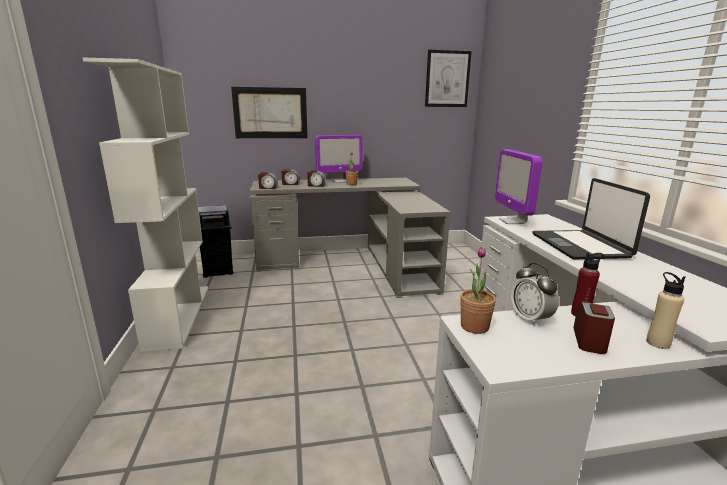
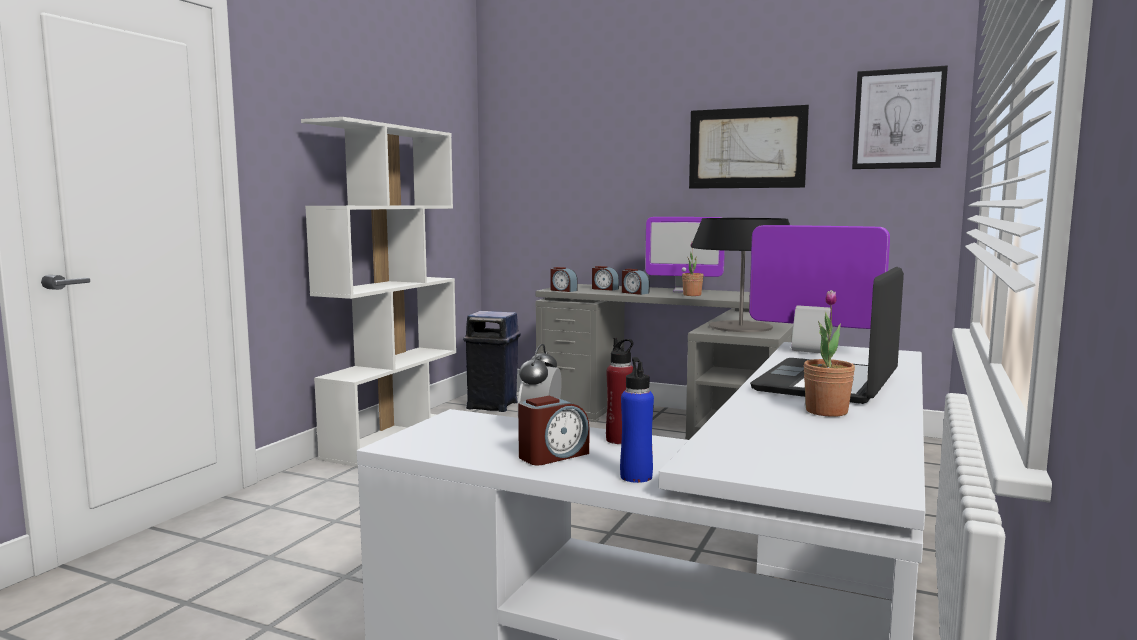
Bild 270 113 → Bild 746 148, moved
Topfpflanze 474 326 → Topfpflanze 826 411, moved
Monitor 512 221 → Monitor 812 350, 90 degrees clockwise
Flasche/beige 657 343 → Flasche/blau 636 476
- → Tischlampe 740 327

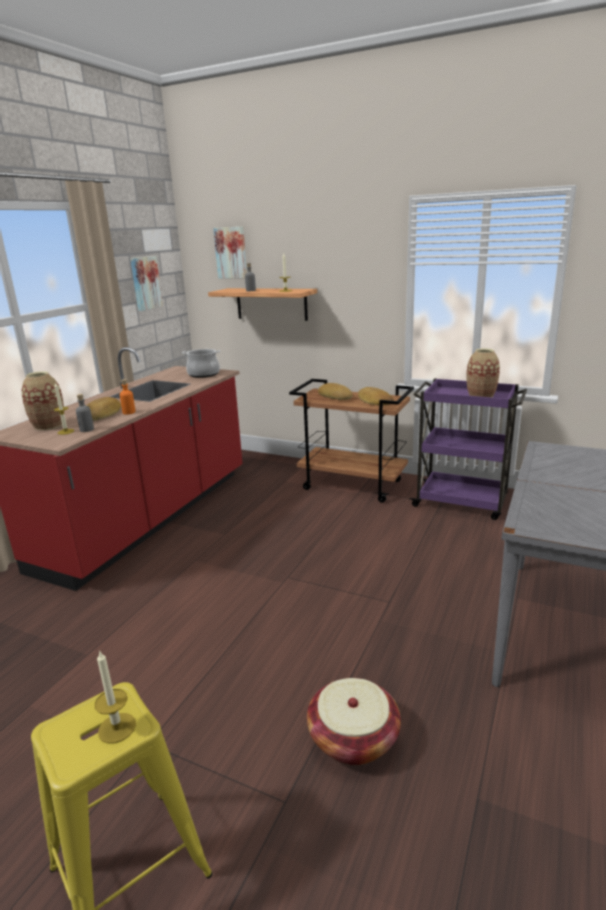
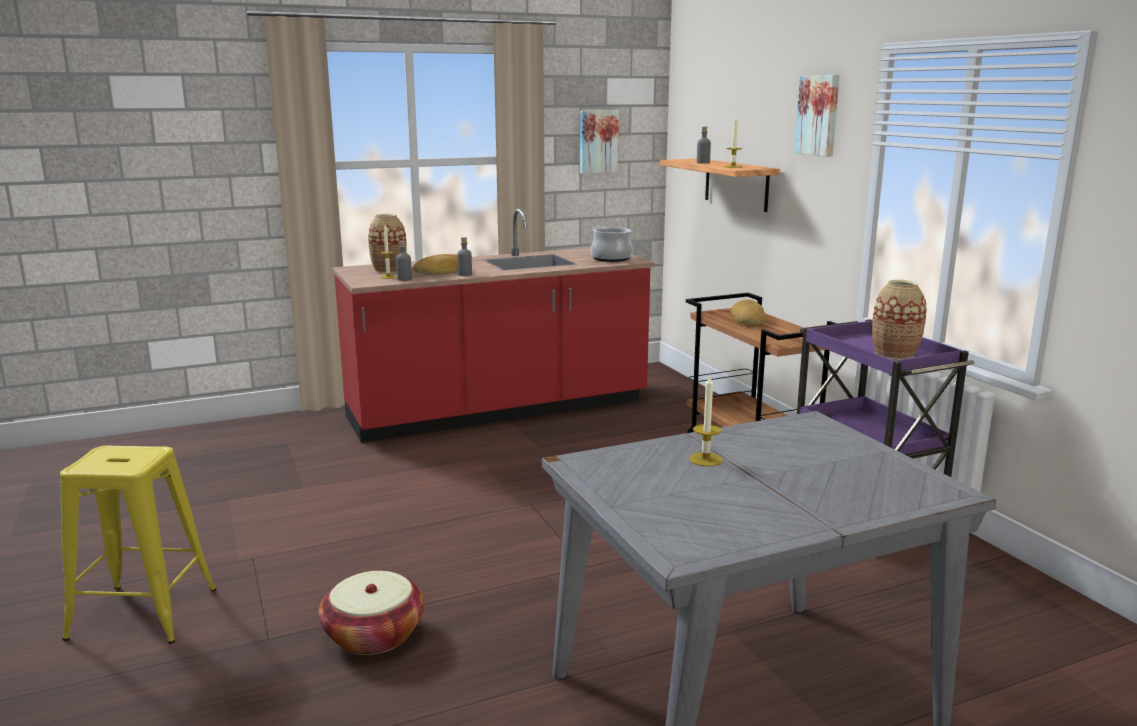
Kerze 117 728 → Kerze 705 459, moved
Flasche/orange 129 412 → Flasche/grau 465 274
Bild 231 253 → Bild 819 115, moved
Brot 374 401 → -

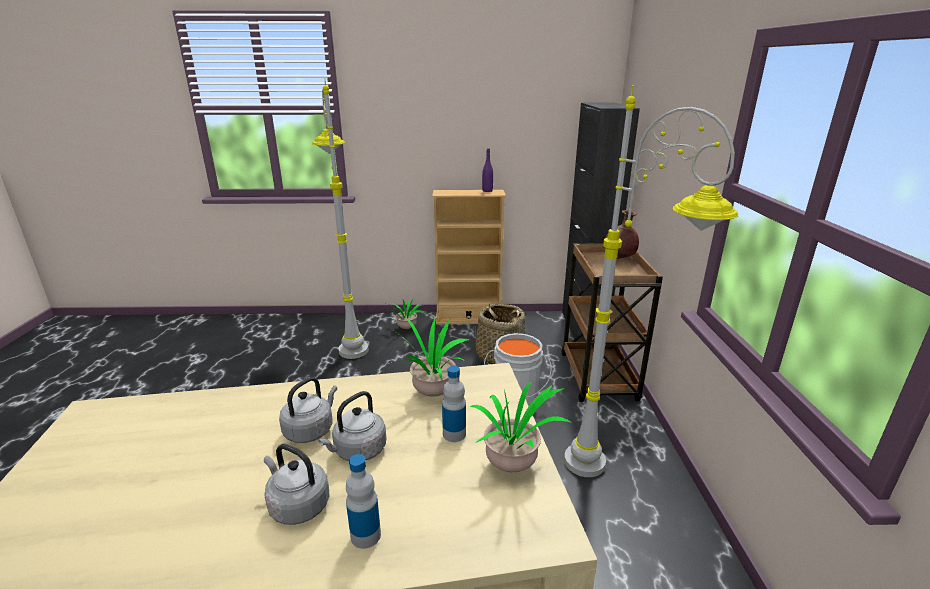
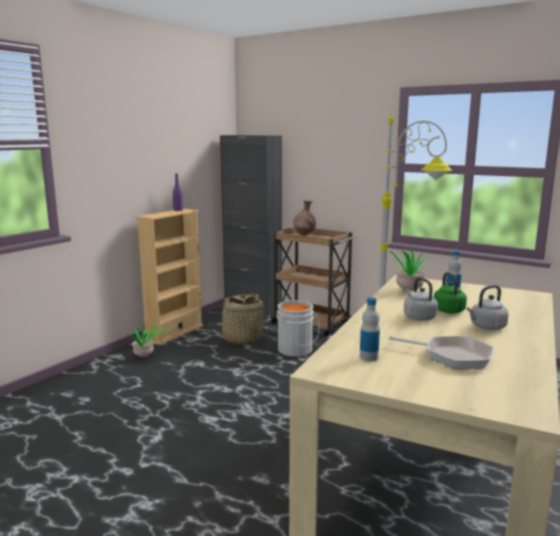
Stehlampe/grau 351 339 → -
Wasserkessel/grau 358 451 → Wasserkessel/grün 449 311
Flasche 365 535 → Flasche 368 357, moved
Topfpflanze 515 467 → -
- → Pfanne 452 356

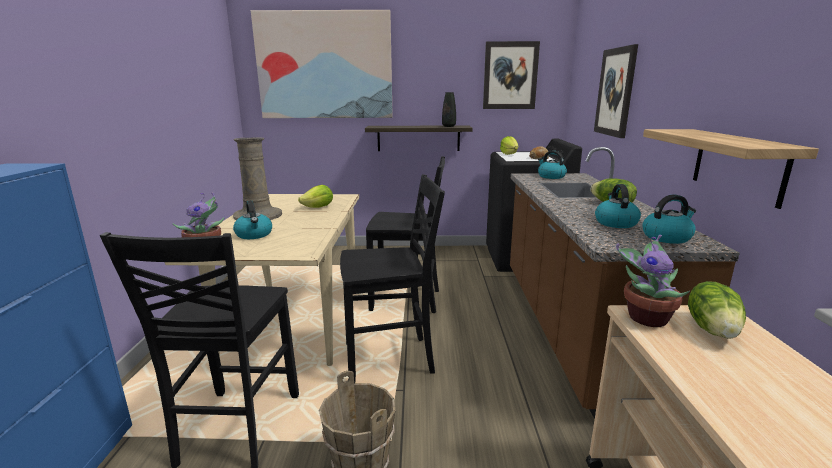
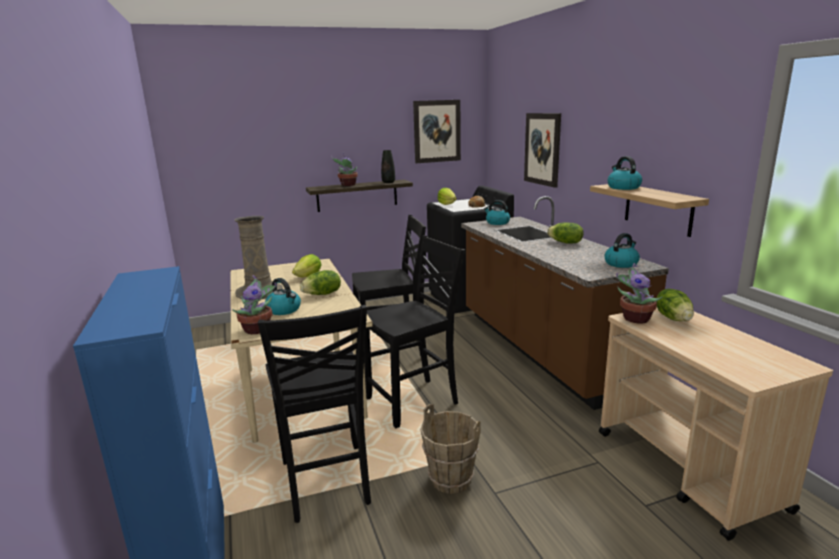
Bild 324 66 → -
Wasserkessel 615 223 → Wasserkessel 623 187, moved
- → Salatkopf 323 294
- → Topfpflanze 347 185

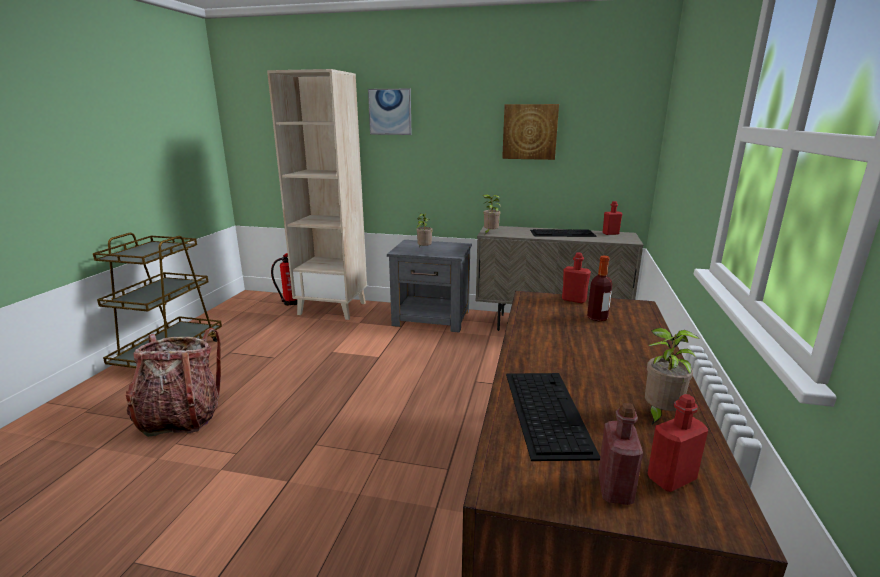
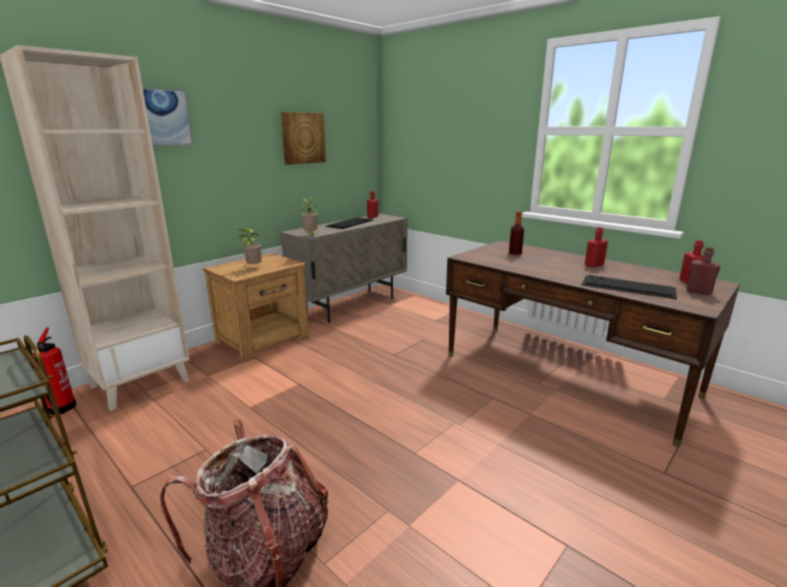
Nachttisch/grau 432 318 → Nachttisch/braun 264 339
Flasche/rot 574 300 → Flasche/rot 594 265, moved
Topfpflanze 659 415 → -

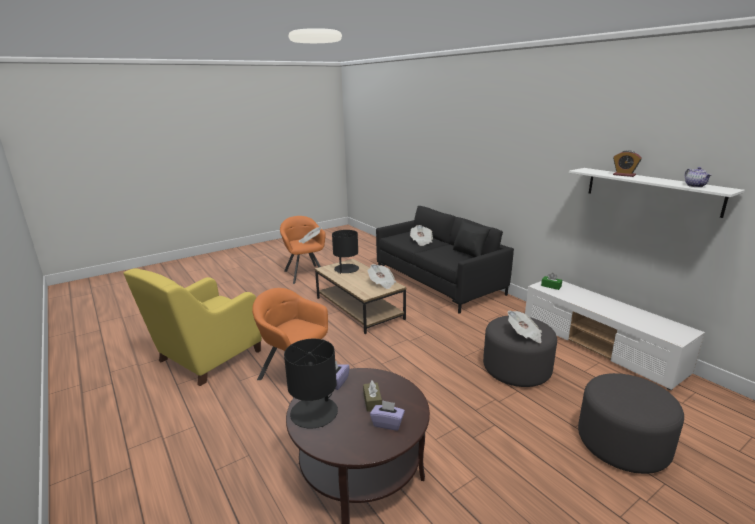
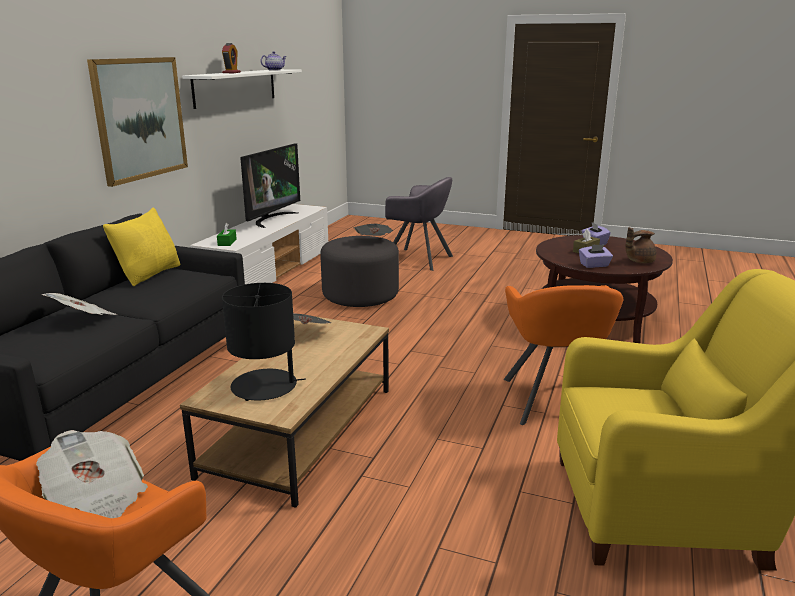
Tischlampe/schwarz 314 413 → Teekanne/braun 638 261
Kissen/schwarz 469 253 → Kissen/gelb 149 274
Polsterhocker/grau 622 444 → Sessel/grau 418 259
- → Bild 140 118
- → Fernseher 271 219

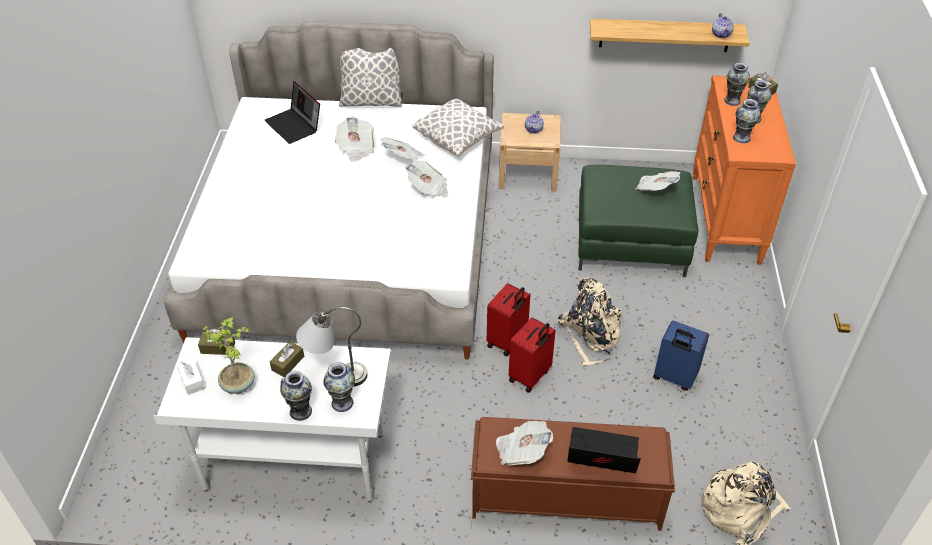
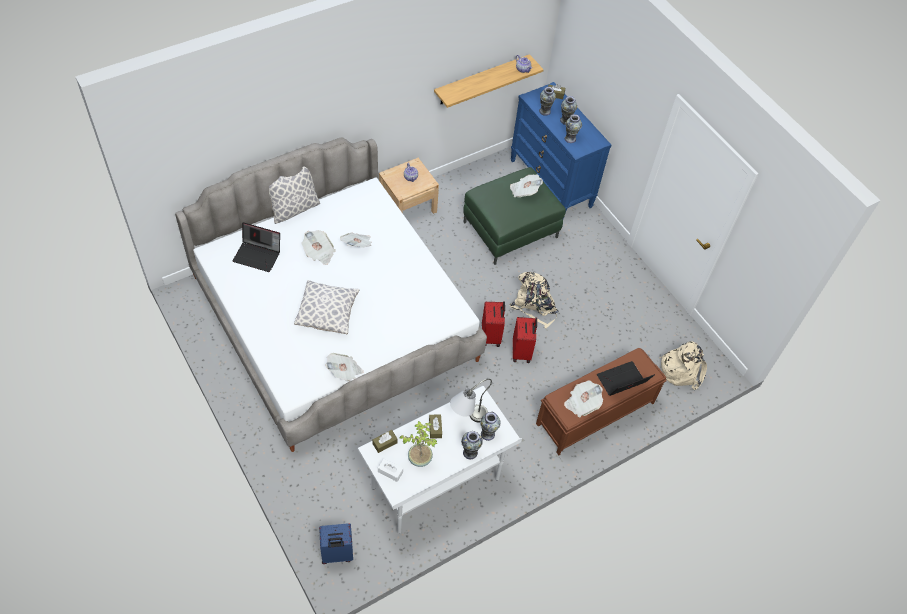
Zeitung 428 188 → Zeitung 344 372, moved
Kissen 458 138 → Kissen 327 313, moved
Koffer/blau 674 377 → Koffer/blau 337 554, moved
Kommode/orange 725 219 → Kommode/blau 551 183

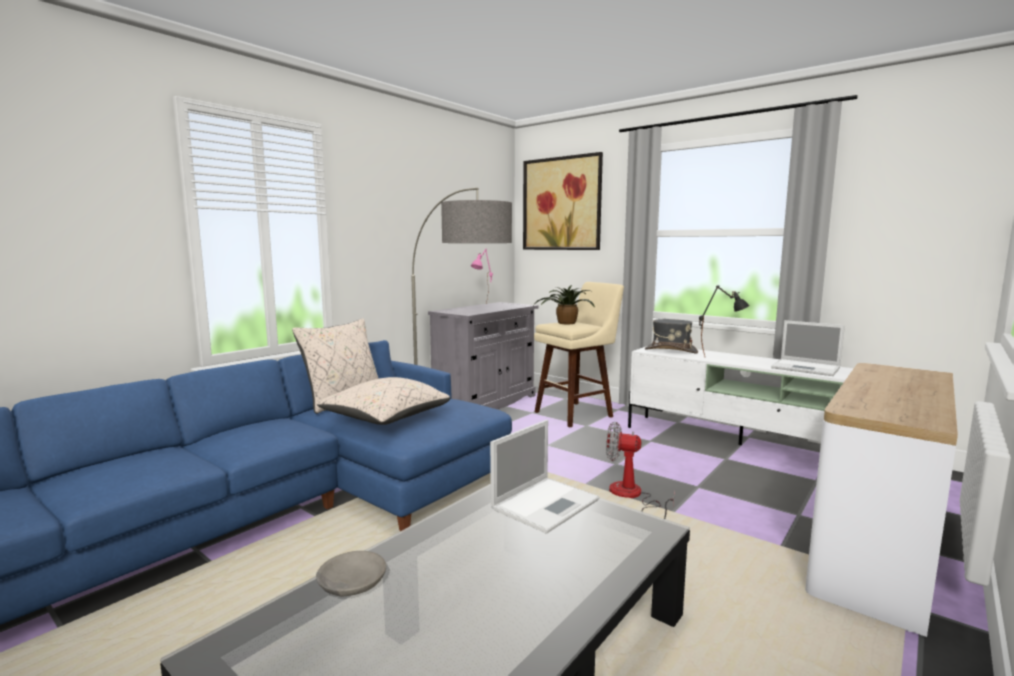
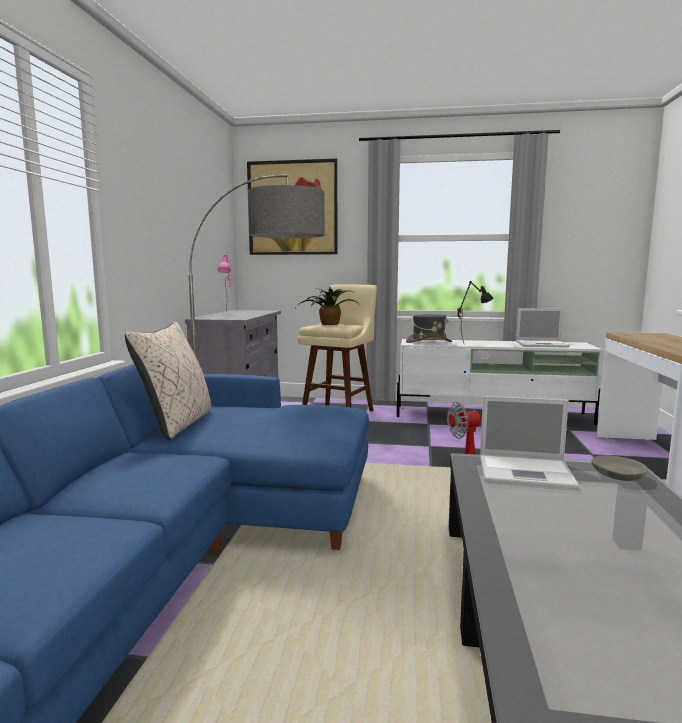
Kissen/beige 385 419 → -
Schüssel/grau 351 583 → Schüssel/grau 617 475, moved
Laptop 546 503 → Laptop 527 471, 90 degrees clockwise

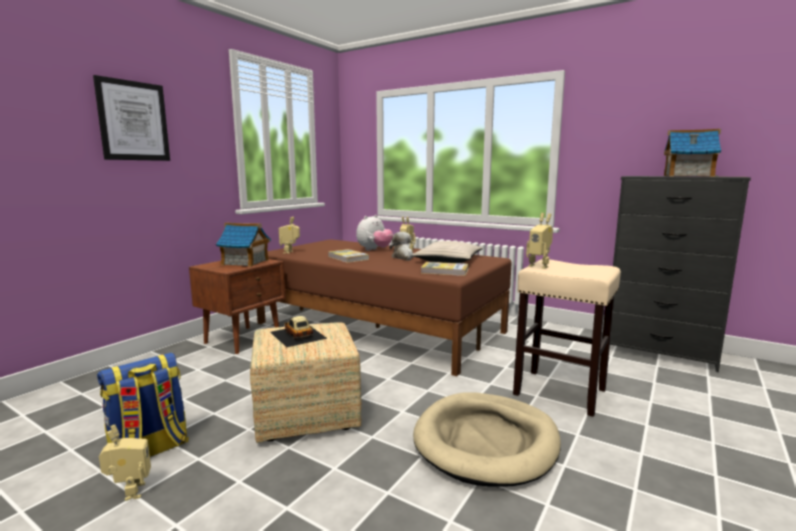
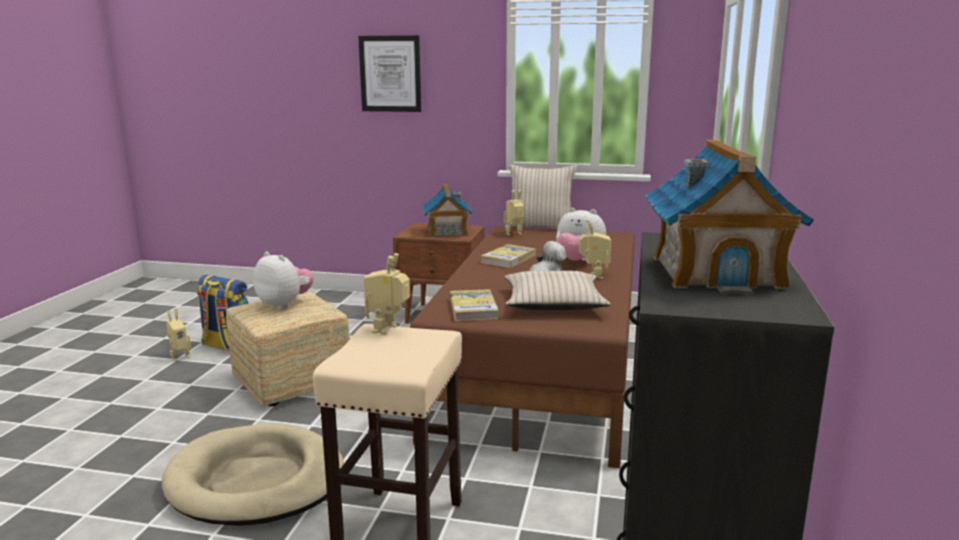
Spielzeugauto 297 335 → Plüschtier 285 304
- → Kissen/beige 540 227

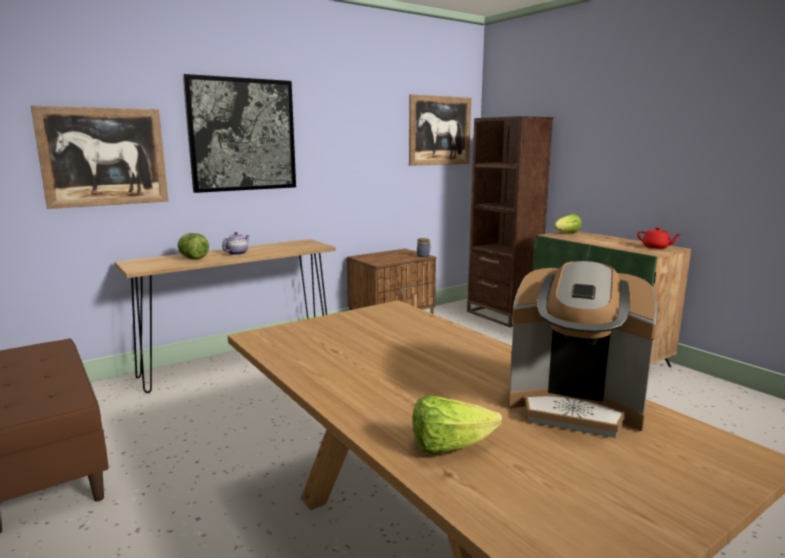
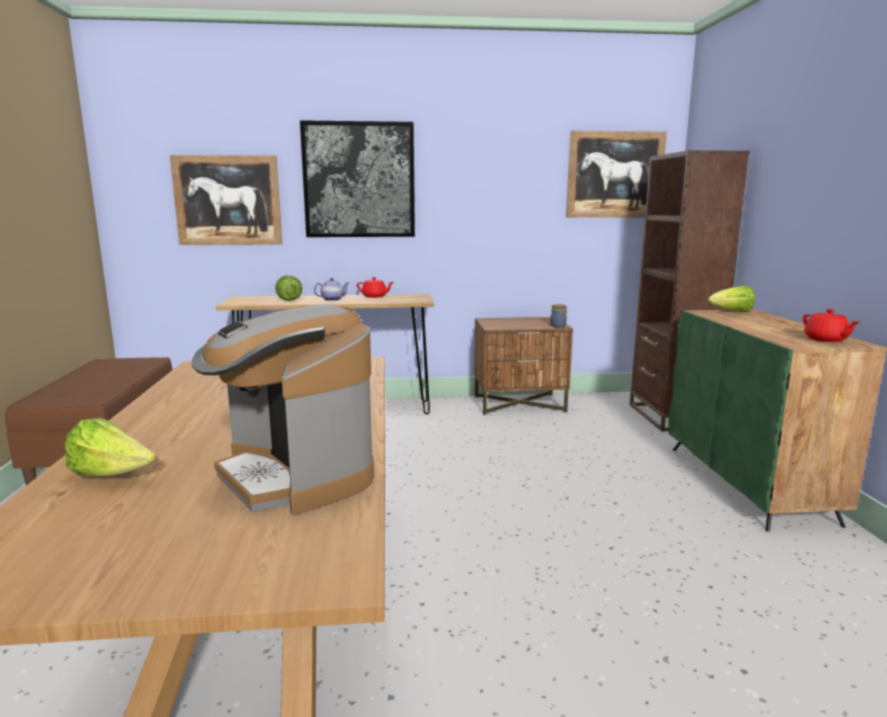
- → Teekanne/rot 375 296

